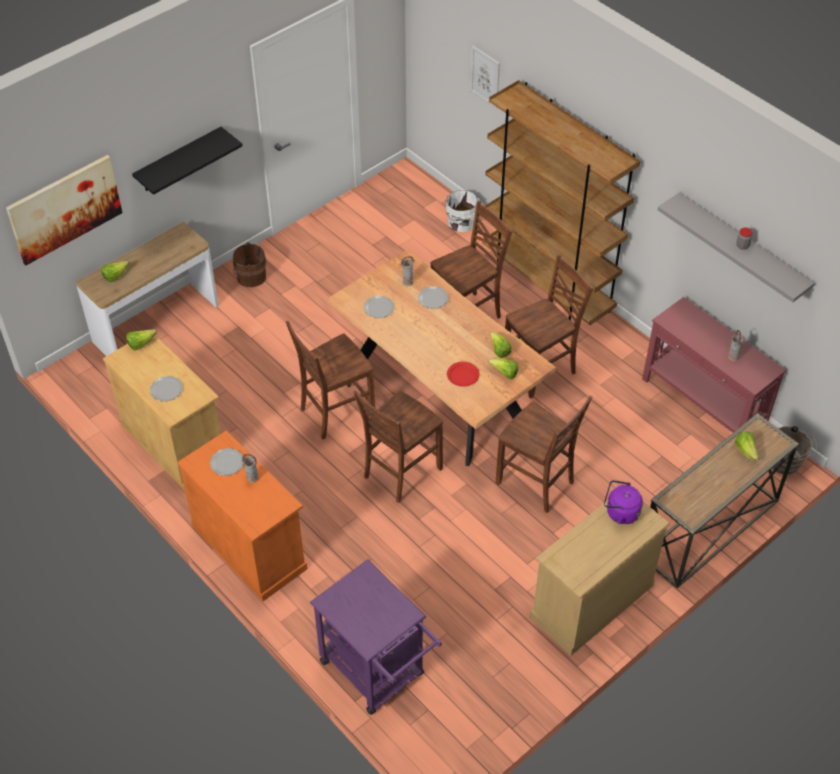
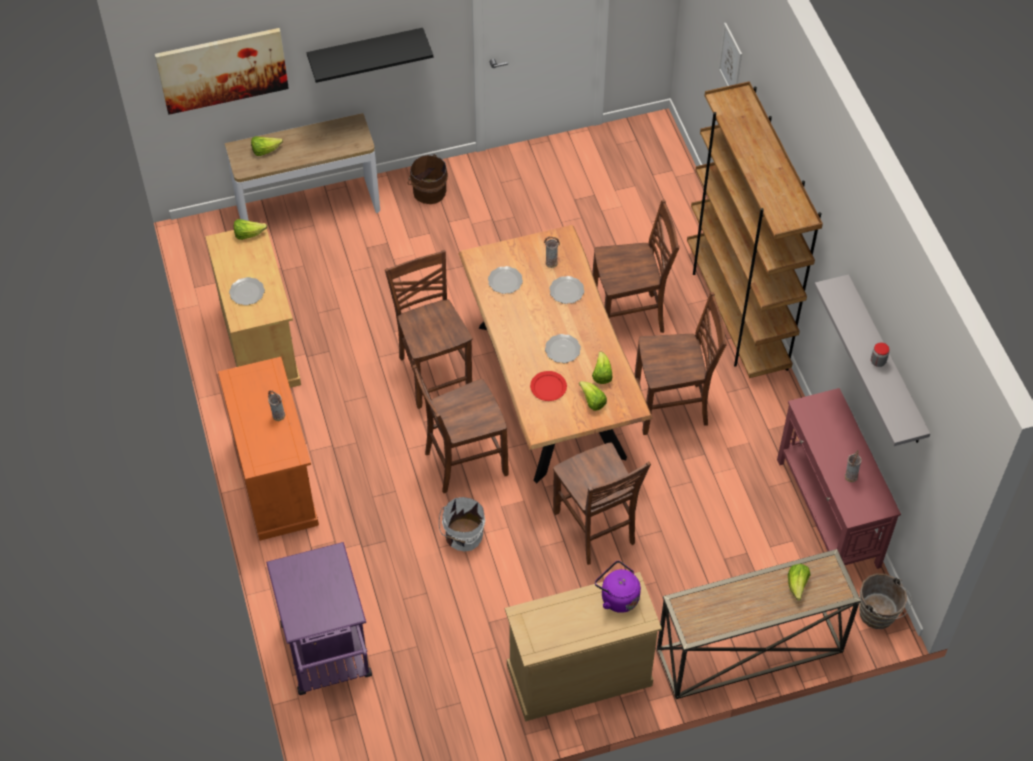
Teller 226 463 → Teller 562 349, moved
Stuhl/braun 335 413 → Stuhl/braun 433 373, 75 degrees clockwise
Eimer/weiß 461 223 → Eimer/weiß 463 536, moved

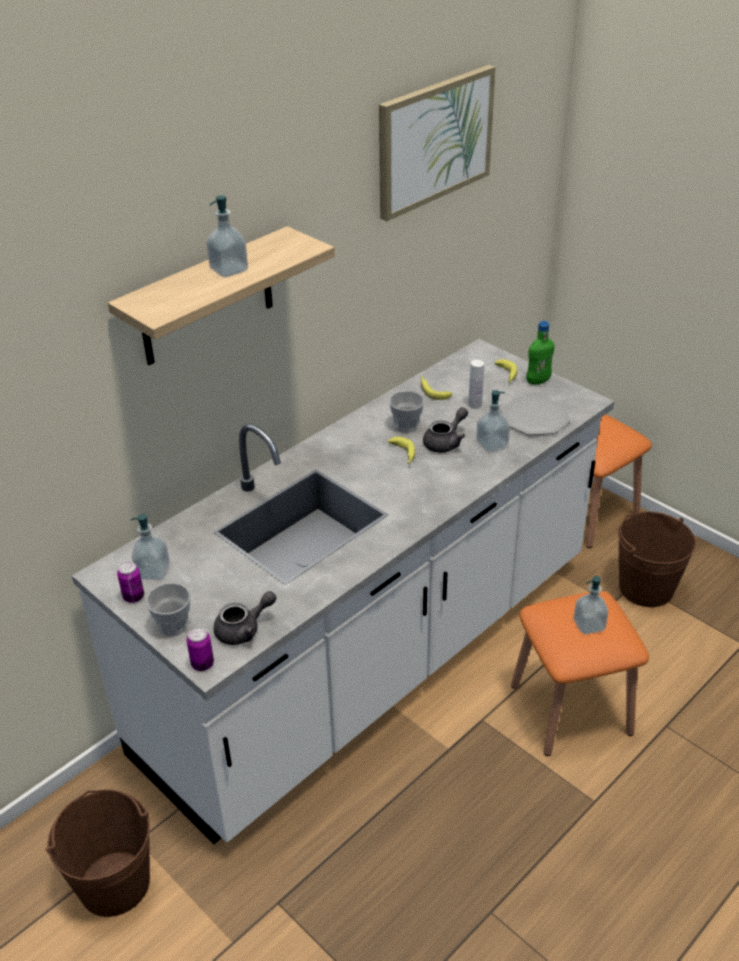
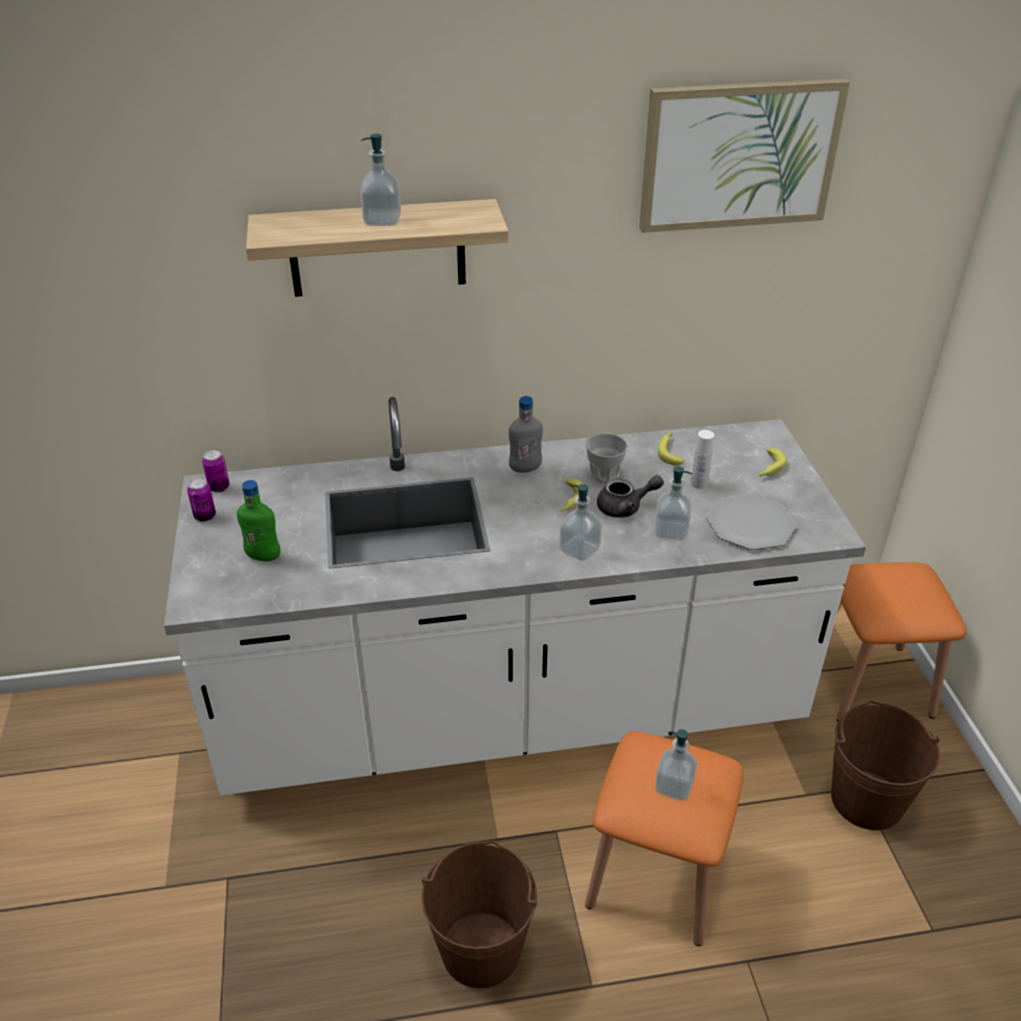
Eimer/braun 114 883 → Eimer/braun 481 949, moved
Seifenspender 153 571 → Seifenspender 579 550, moved
Tasse 173 625 → -
Dose 202 664 → Dose 219 487, moved
Teekanne/grau 244 629 → -
Flasche/grün 538 381 → Flasche/grün 263 556, moved
- → Flasche/grau 525 468

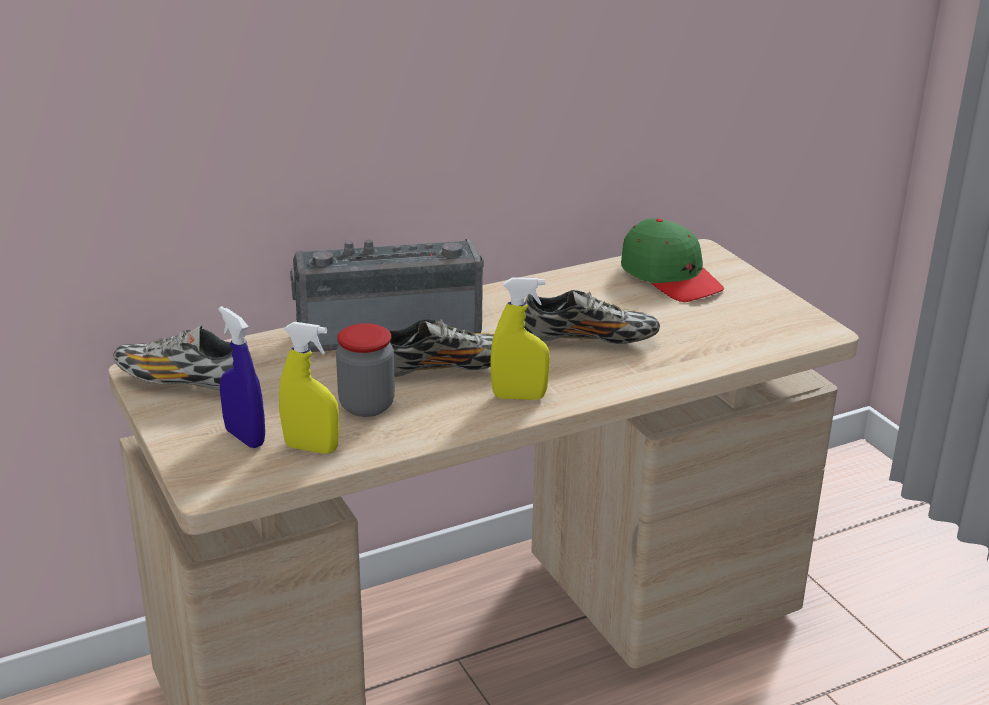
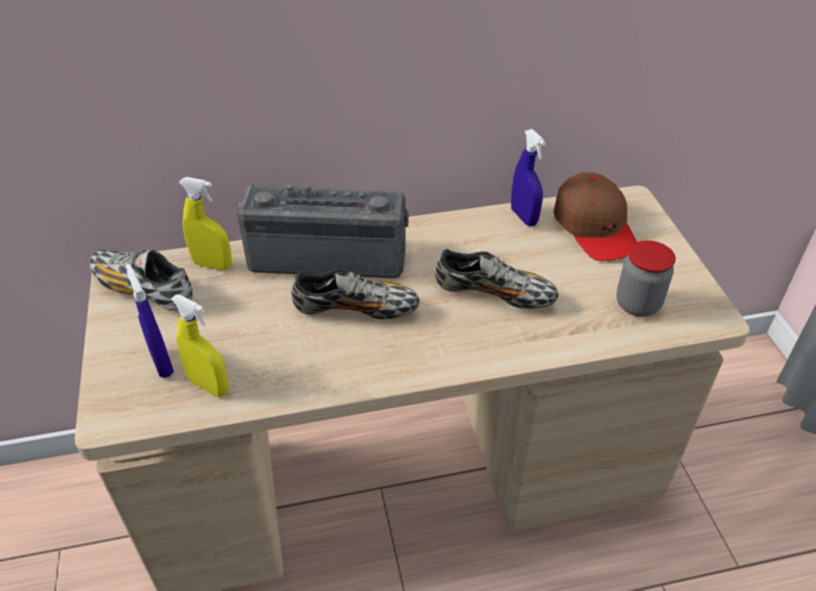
Vorratsglas 366 406 → Vorratsglas 637 304, moved
Sprühflasche/gelb 519 397 → Sprühflasche/gelb 213 265, moved
Kappe/grün 670 277 → Kappe/braun 595 228
- → Sprühflasche/blau 524 217

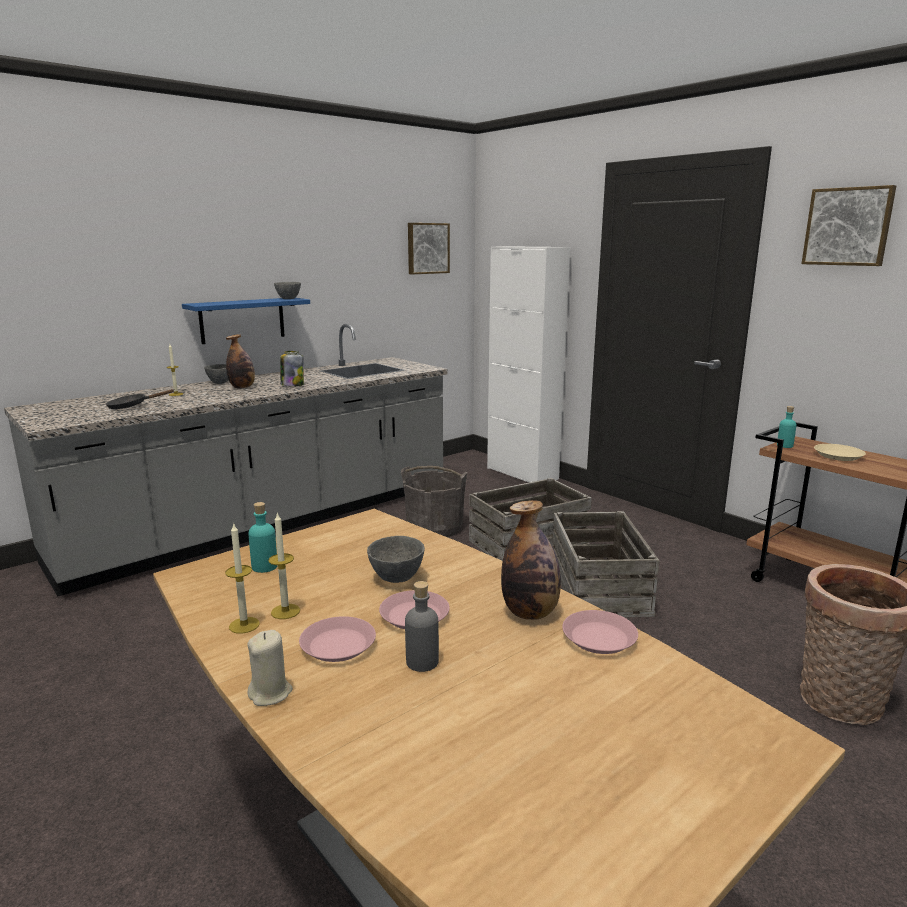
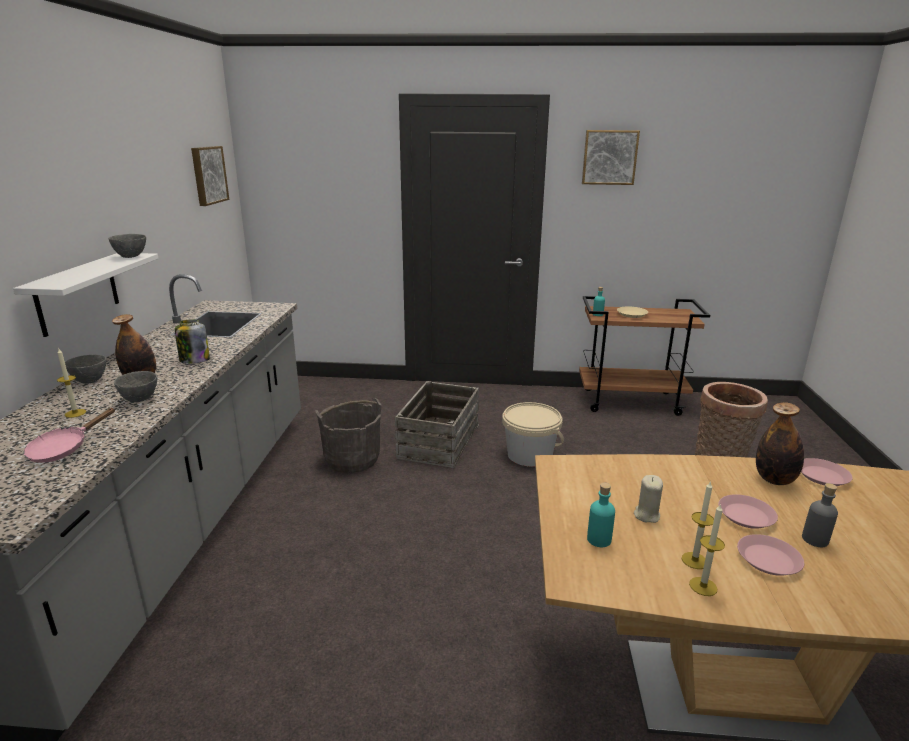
Pfanne/schwarz 132 406 → Pfanne/rosa 64 449
Wandregal/blau 242 320 → Wandregal/weiß 77 293
Kerze/beige 270 693 → Kerze/beige 646 515, moved
Schüssel/grau 398 579 → Schüssel/grau 140 399, moved
Schrank/weiß 522 473 → -
Kiste 597 587 → Eimer/beige 529 455

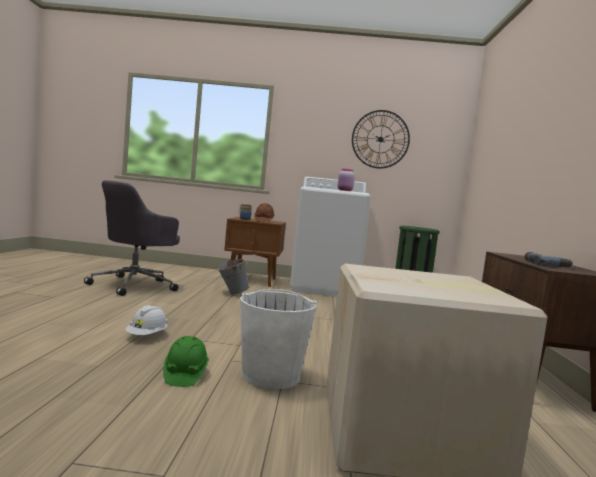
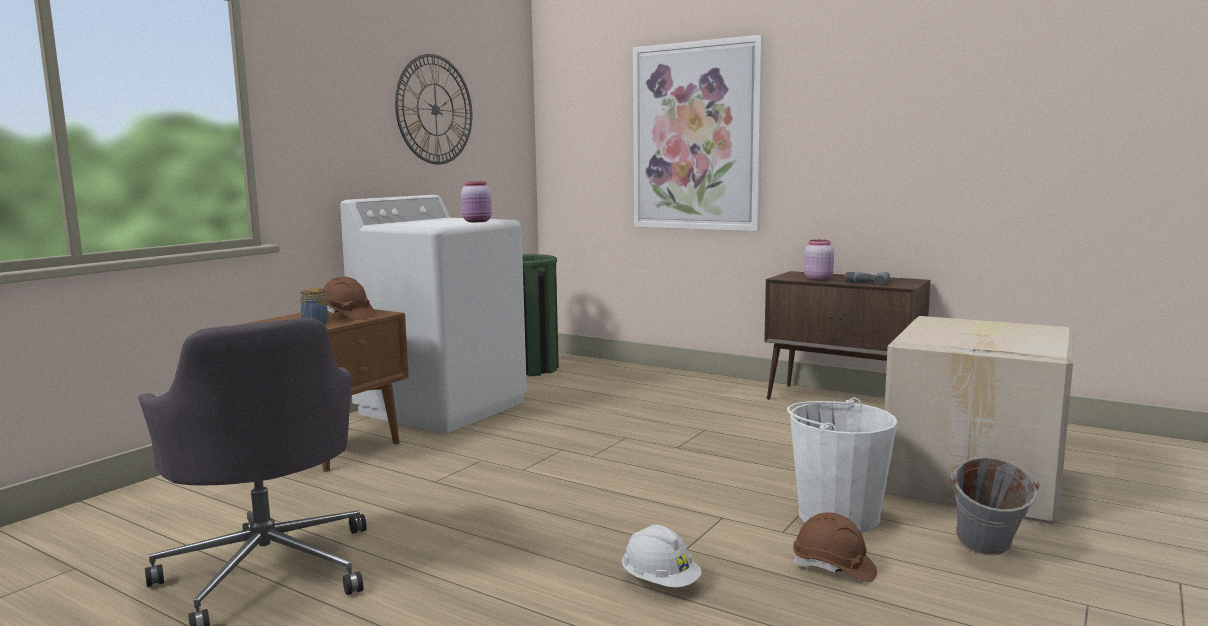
Schutzhelm/grün 185 374 → Schutzhelm/braun 834 568
Eimer/grau 231 293 → Eimer/grau 986 553, moved
- → Bild 696 137
- → Vorratsglas/rosa 818 279

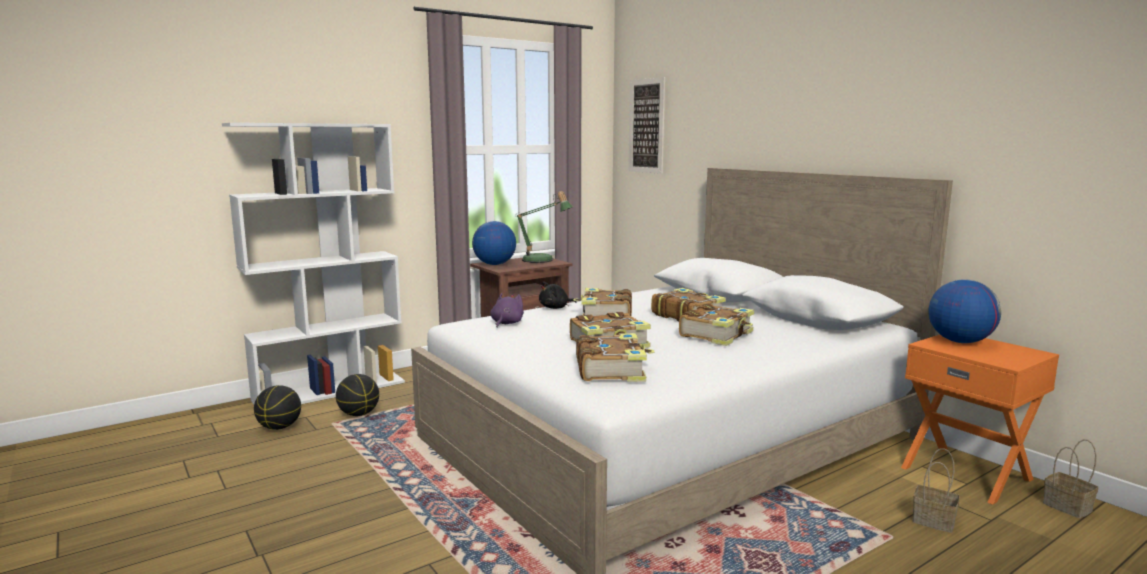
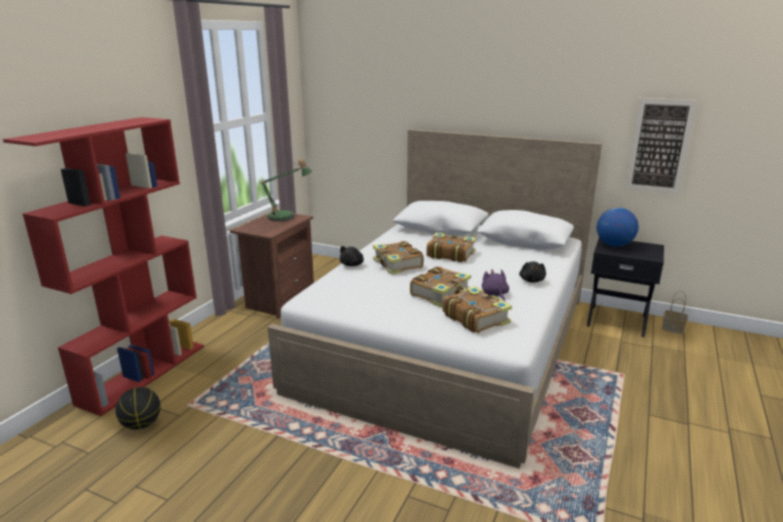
Bücherregal/weiß 330 390 → Bücherregal/rot 144 373
Basketball 359 414 → -
Globus 494 264 → -
Plüschtier/lila 506 323 → Plüschtier/lila 495 295, moved
Bild 646 126 → Bild 659 146, moved
Buch 717 335 → -
Nachttisch/orange 966 473 → Nachttisch/schwarz 617 320
Korb 935 521 → -
- → Plüschtier/schwarz 532 280

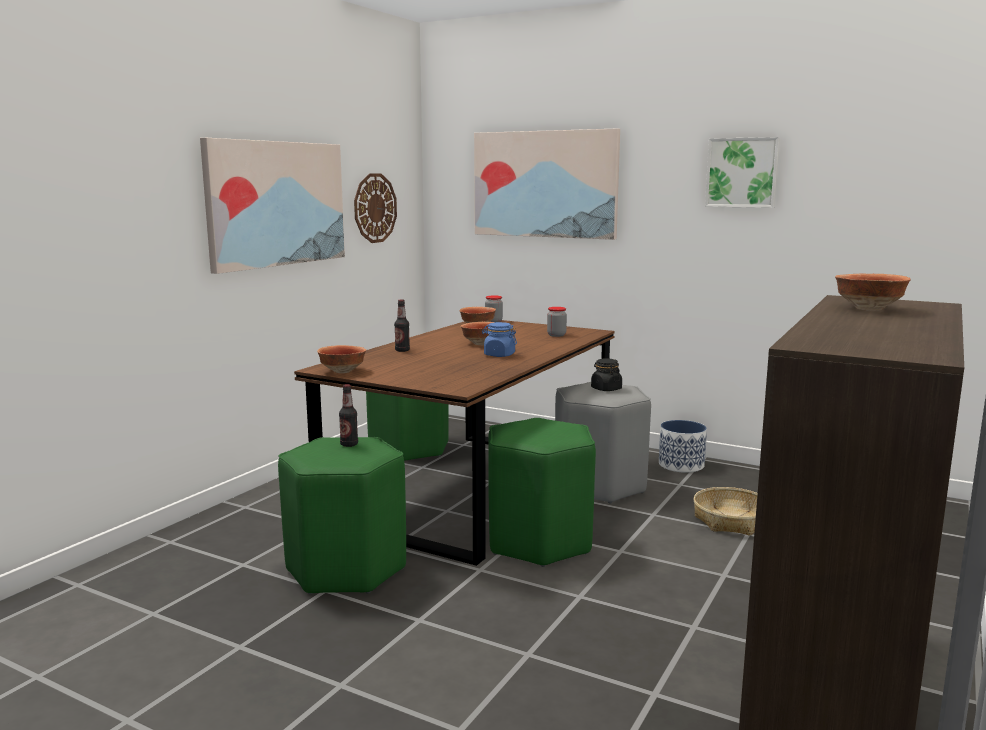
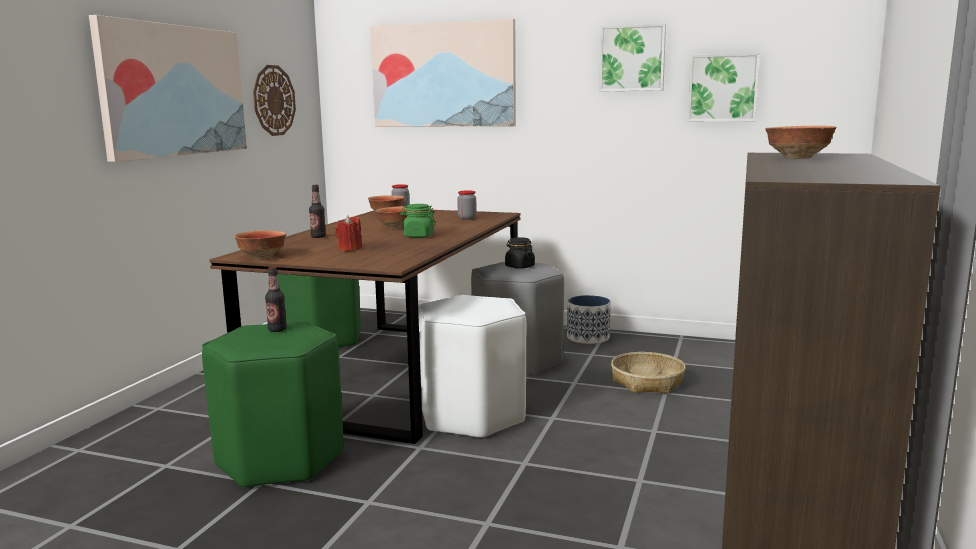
Vorratsglas/blau 499 355 → Vorratsglas/grün 418 236
Hocker/grün 538 542 → Hocker/weiß 471 417
- → Kerze/rot 350 249
- → Bild 723 88

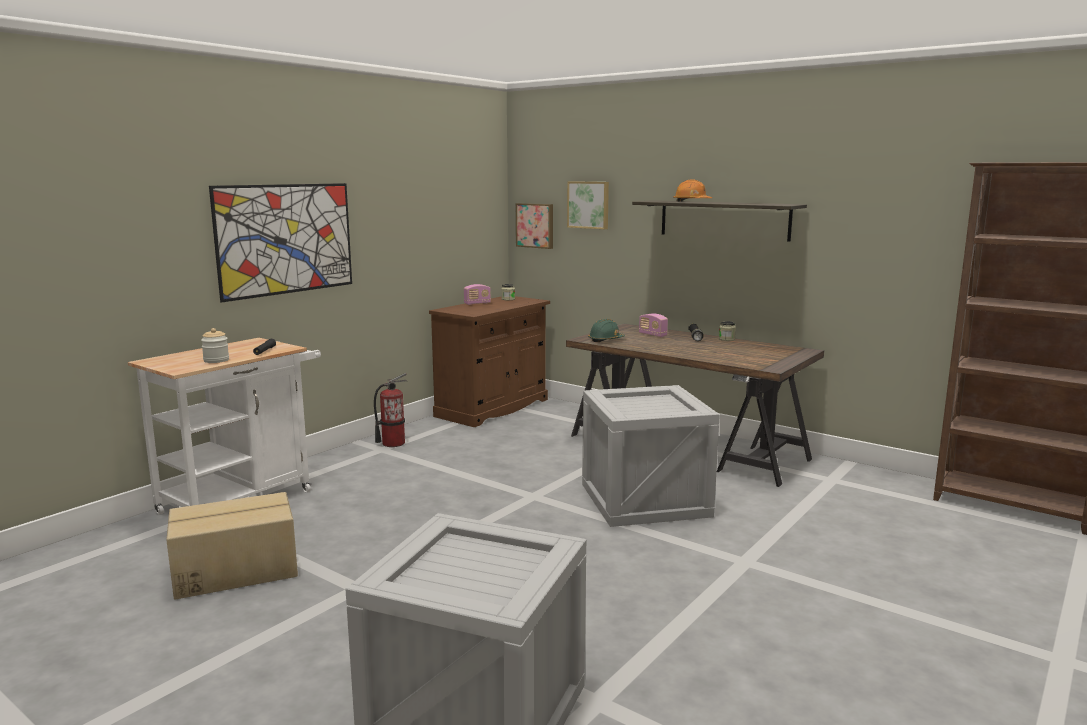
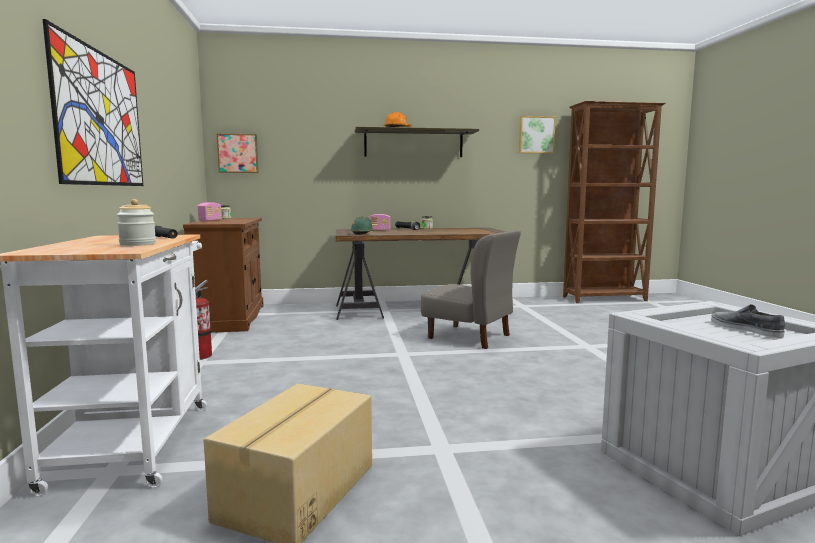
Bild 589 205 → Bild 536 135, moved
Kiste 644 500 → Stuhl/grau 469 337
- → Schuh/grau 746 329

